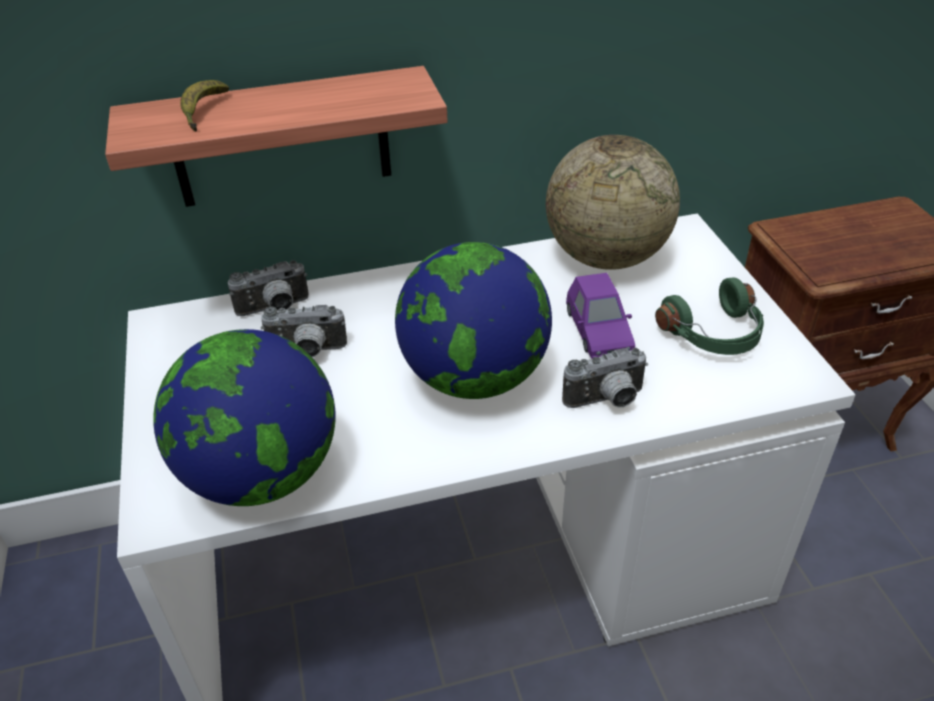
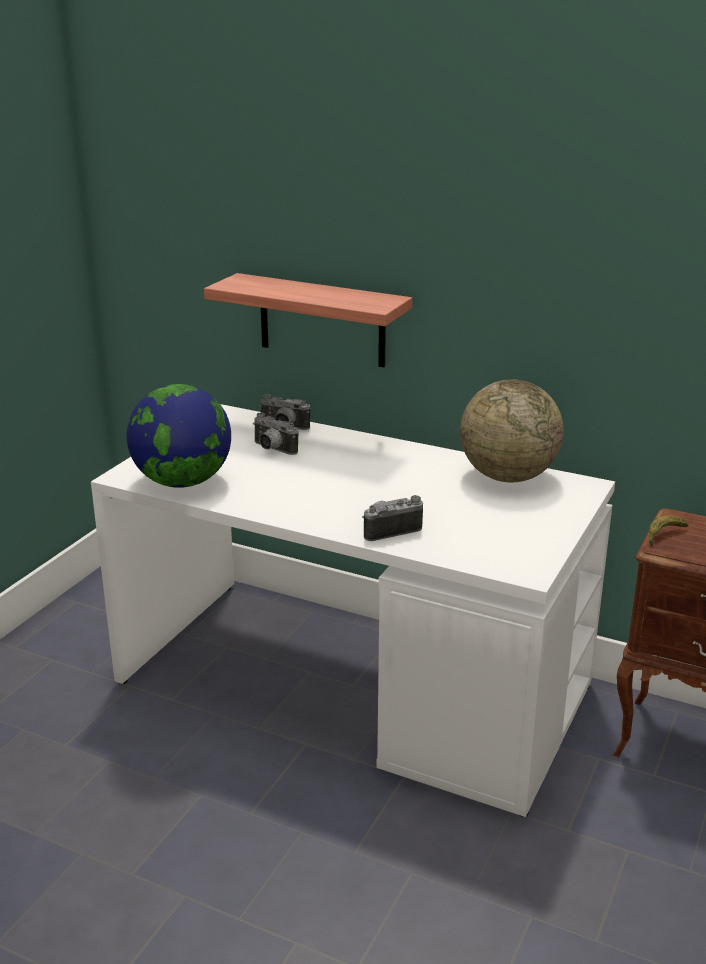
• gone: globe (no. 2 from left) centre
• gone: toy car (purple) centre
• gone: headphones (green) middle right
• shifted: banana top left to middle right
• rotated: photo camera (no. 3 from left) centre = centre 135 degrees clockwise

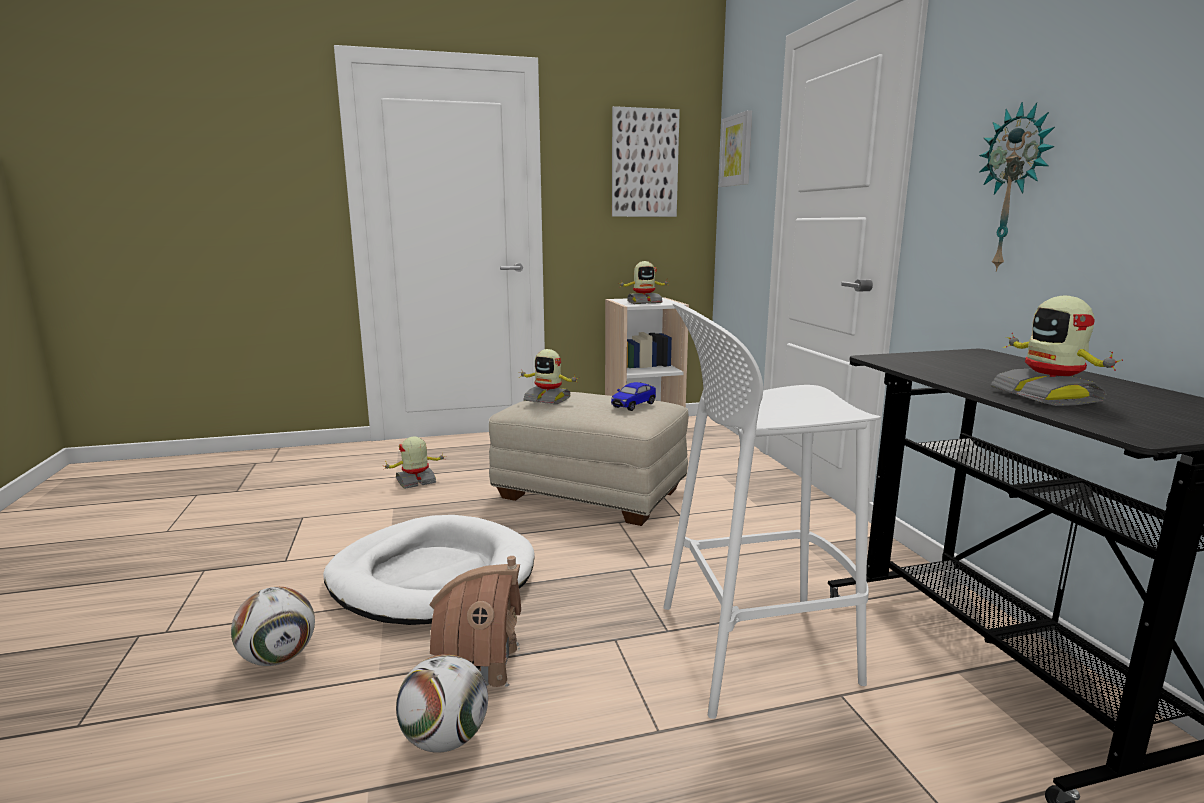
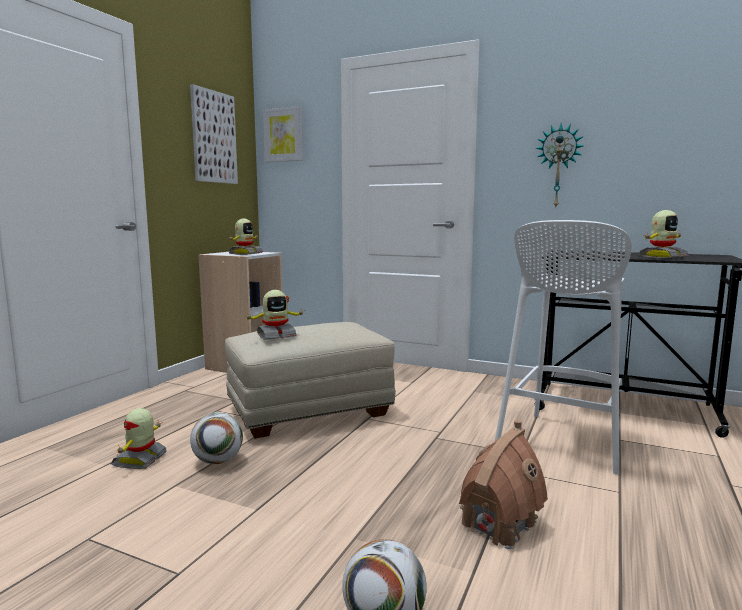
• gone: dog bed (white) bottom centre
• gone: toy car centre
• shifted: football (no. 2 from left in the first image) bottom centre to football (no. 1 from left) bottom left
• rotated: toy robot (no. 4 from left) middle right = middle right 60 degrees counterclockwise

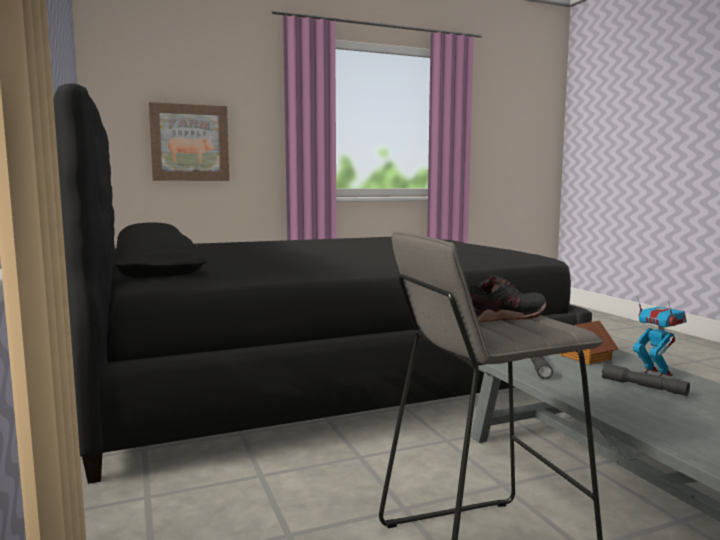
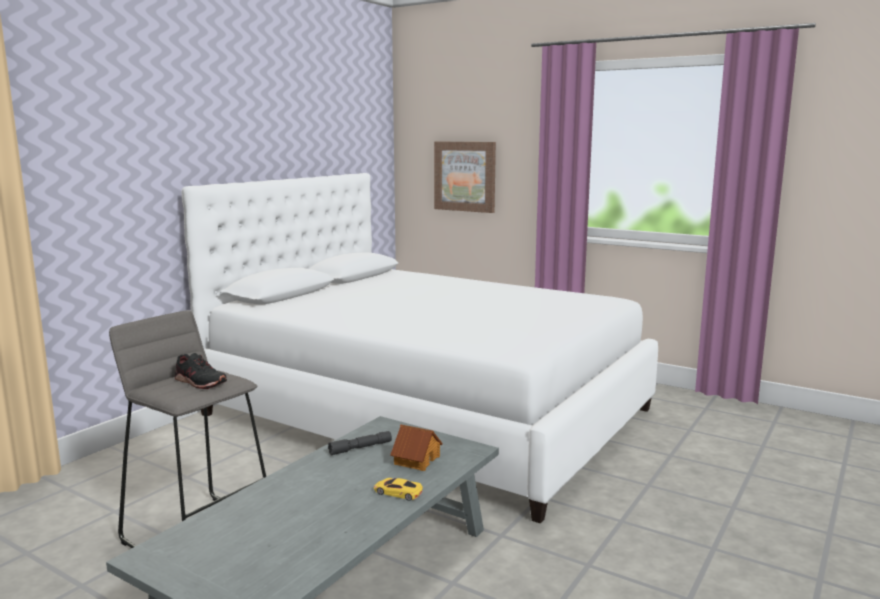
• gone: flashlight (grey) (no. 2 from left) bottom right
• swapped: toy robot middle right to toy car (yellow) bottom centre
• repainted: bed (black) centre to bed (white) centre

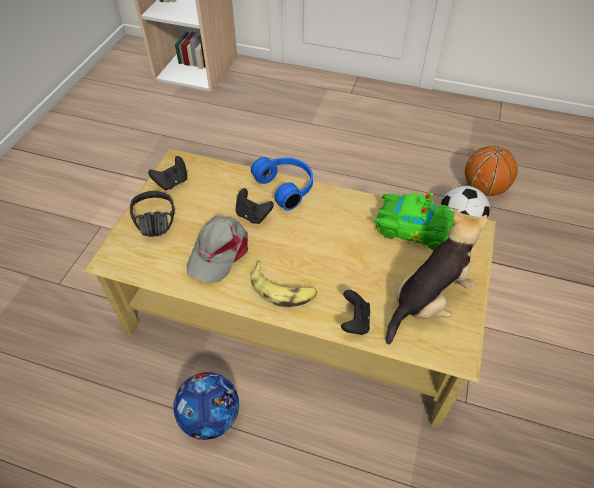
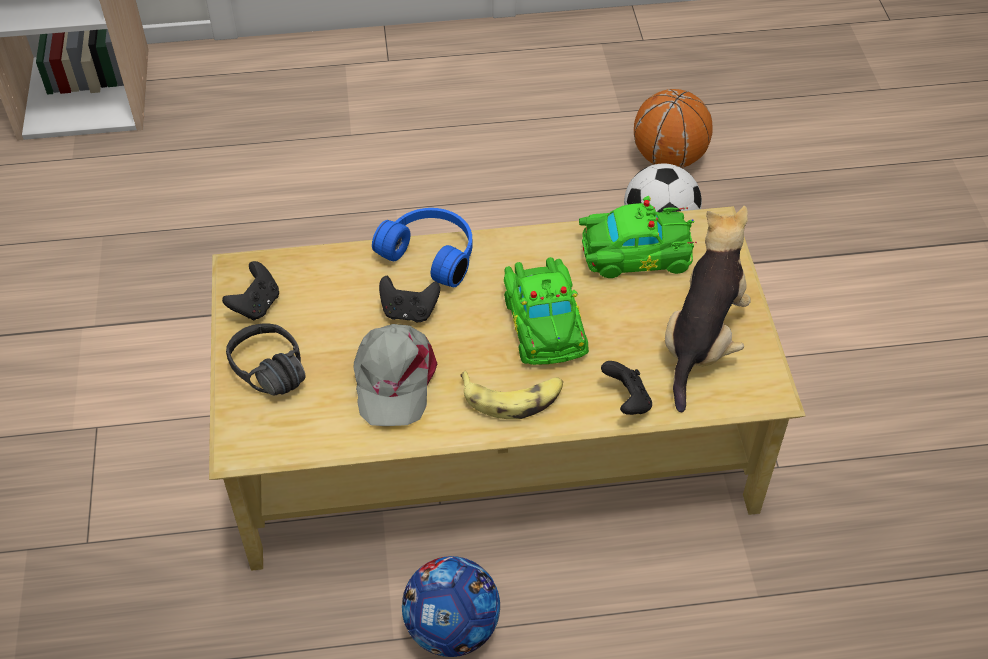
• new: toy car (green) (no. 1 from left) centre

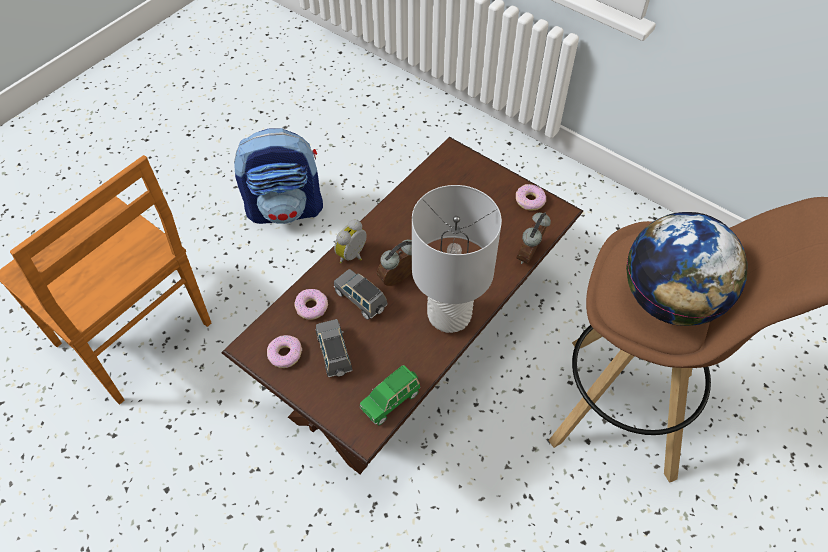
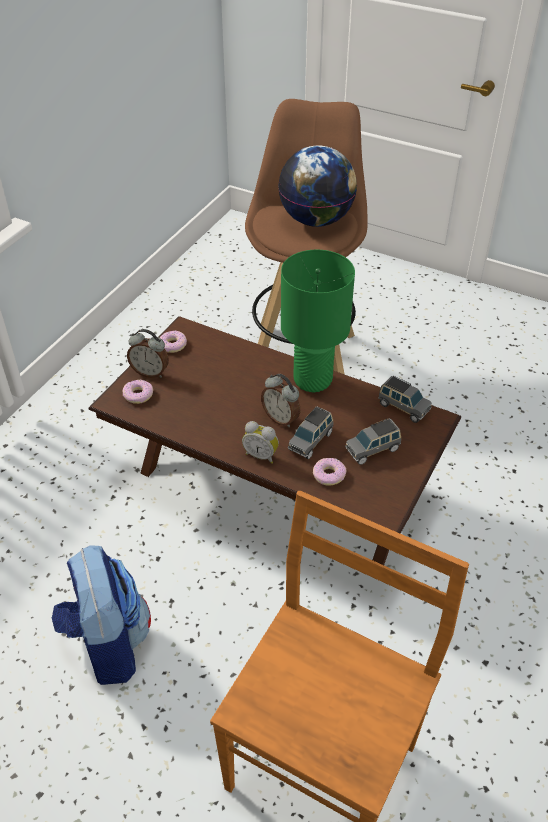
• shifted: donut (no. 1 from left) centre to middle left
• shifted: alarm clock (no. 3 from left in the first image) centre to alarm clock (no. 1 from left) middle left
• repainted: toy car (green) bottom centre to toy car (grey) (no. 3 from left) middle right
• repainted: table lamp (grey) centre to table lamp (green) centre

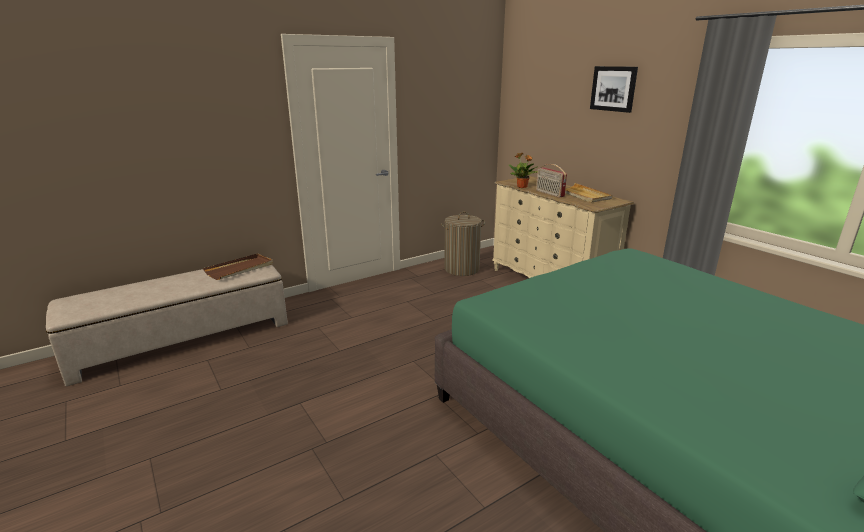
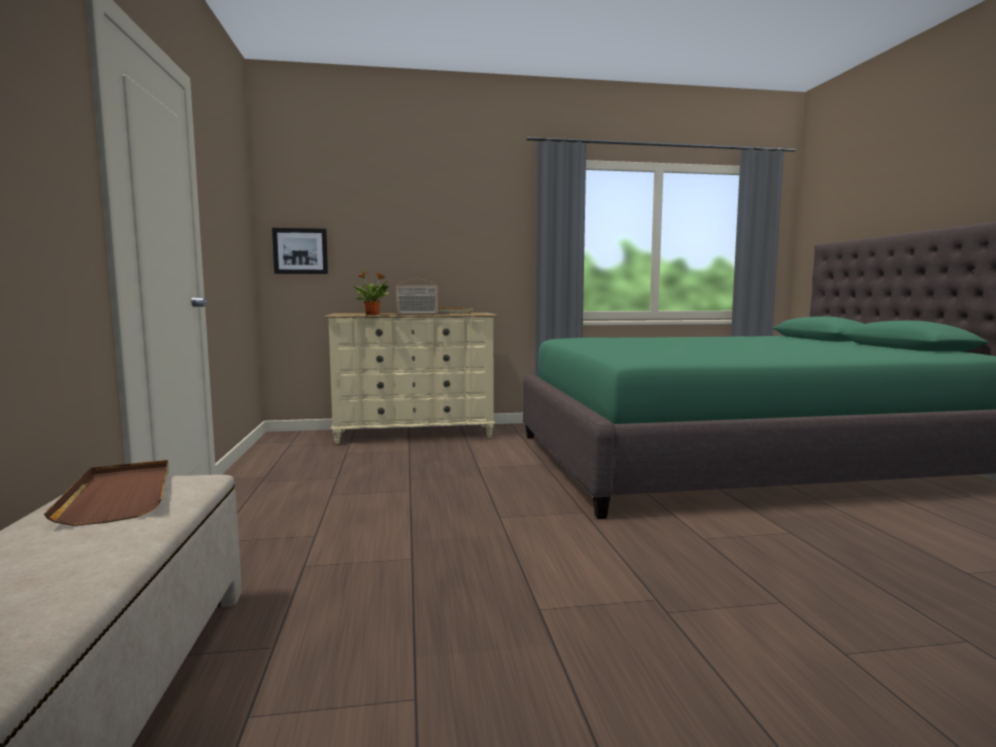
• gone: laundry basket centre
• shifted: picture top right to middle left

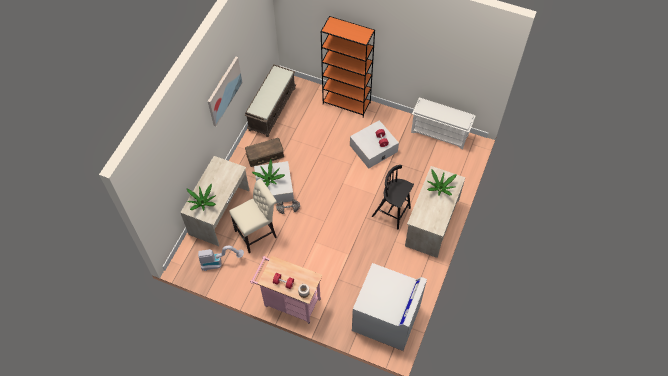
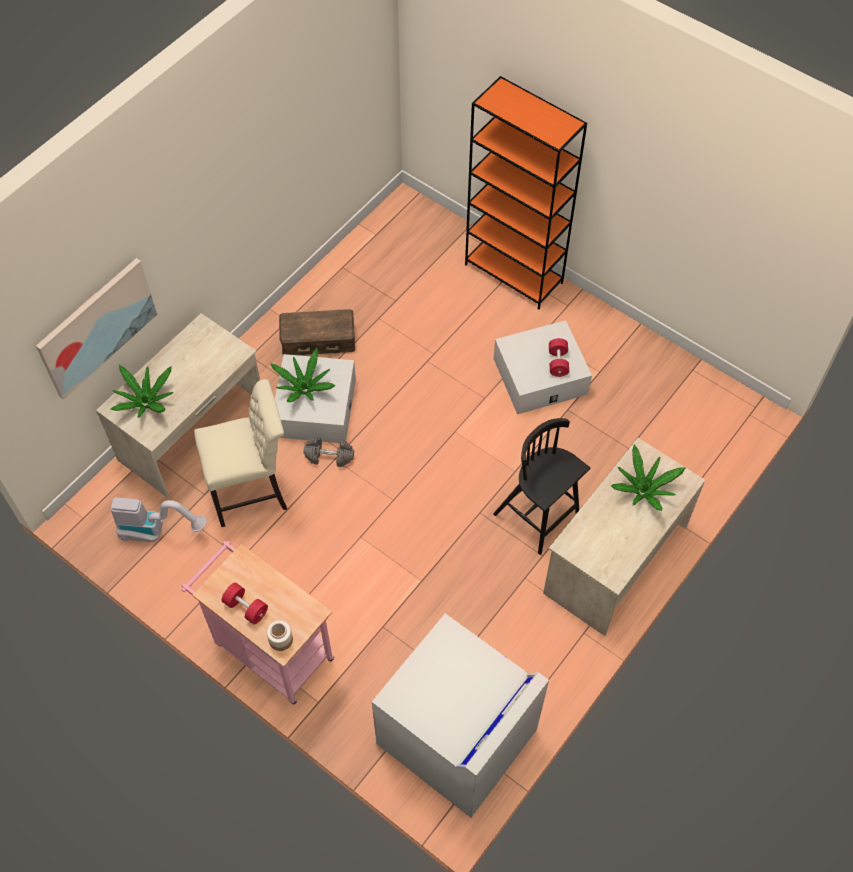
• gone: bench (brown) top centre
• gone: shoe rack (white) top centre
• shifted: picture top centre to middle left

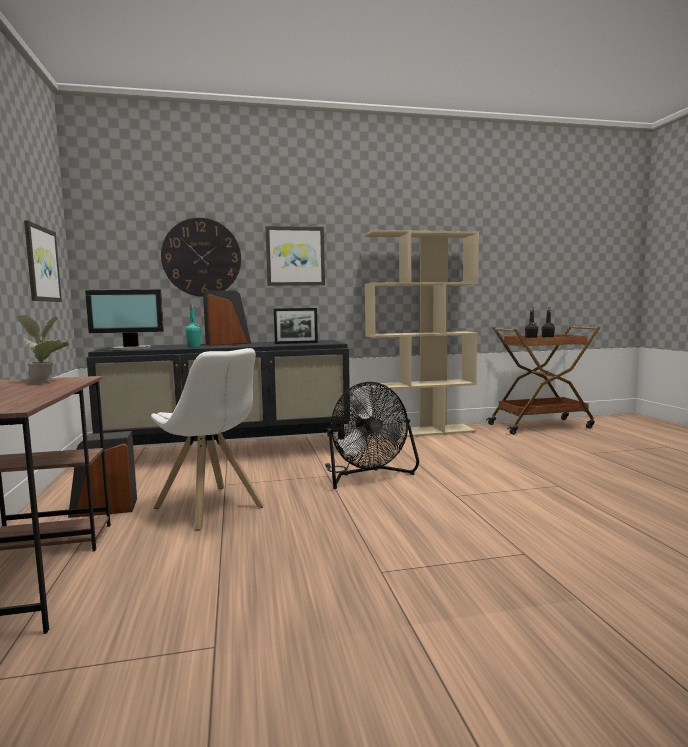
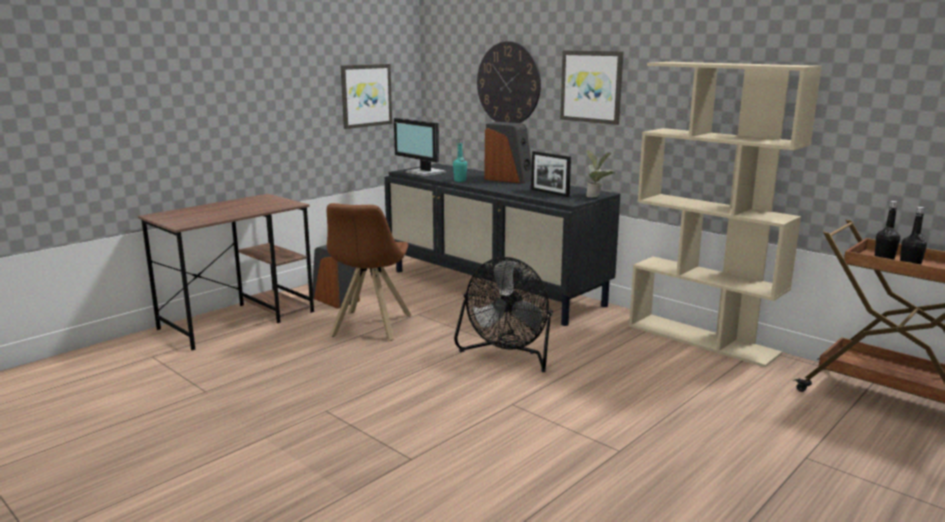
• shifted: potted plant middle left to centre
• repainted: chair (white) middle left to chair (brown) centre

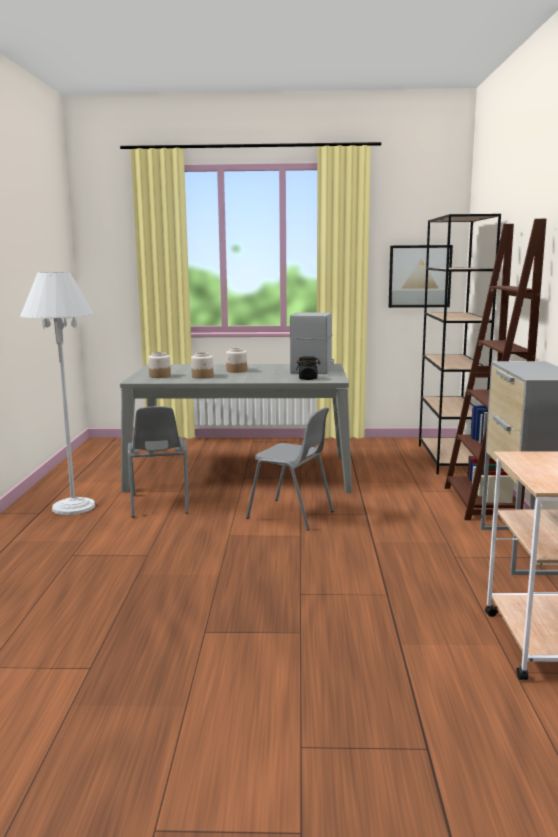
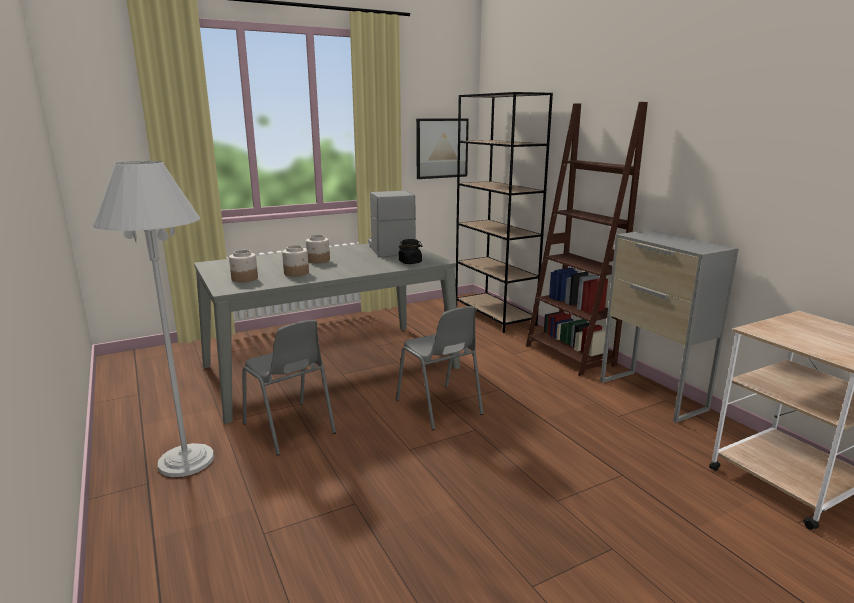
• rotated: chair (grey) (no. 2 from left) centre = centre 60 degrees clockwise

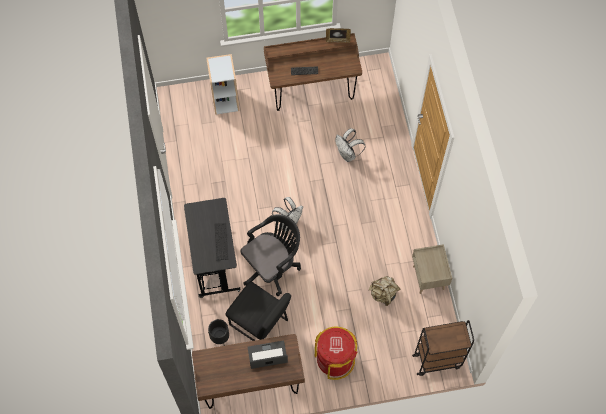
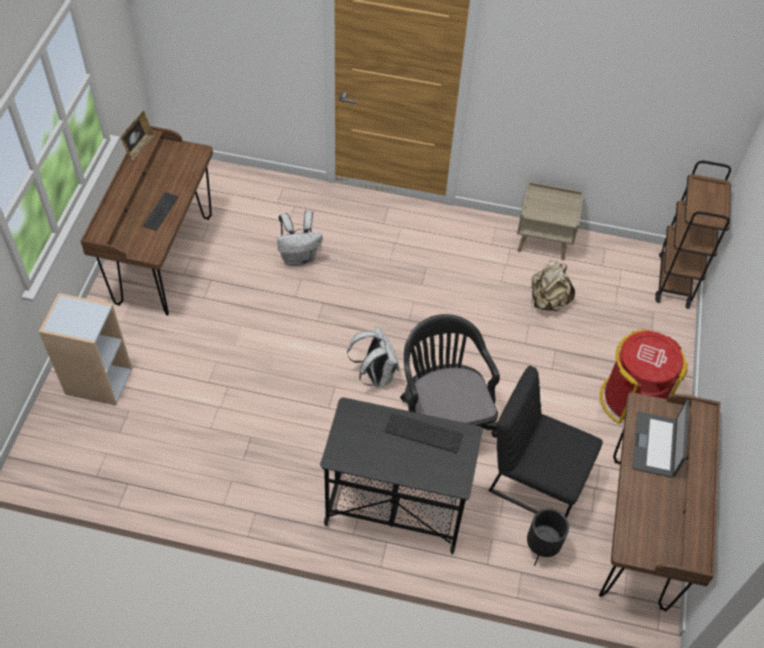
• rotated: chair (black) bottom centre = bottom right 120 degrees counterclockwise

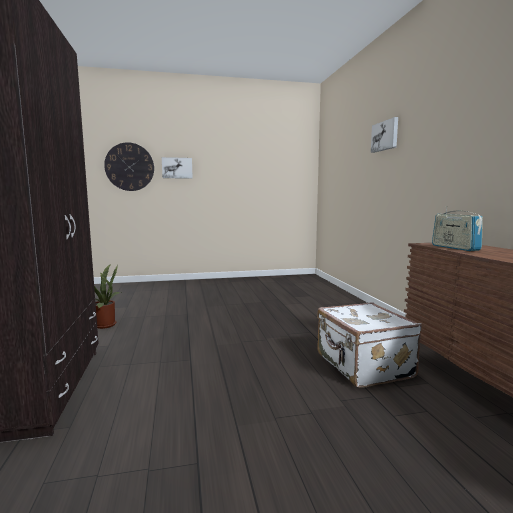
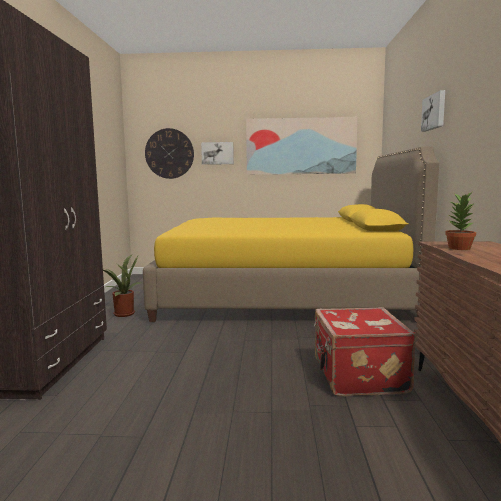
• new: bed (yellow) centre
• new: picture (no. 2 from left) top centre
• swapped: radio middle right to potted plant (no. 2 from left) middle right
• repainted: suitcase (white) bottom right to suitcase (red) bottom right

